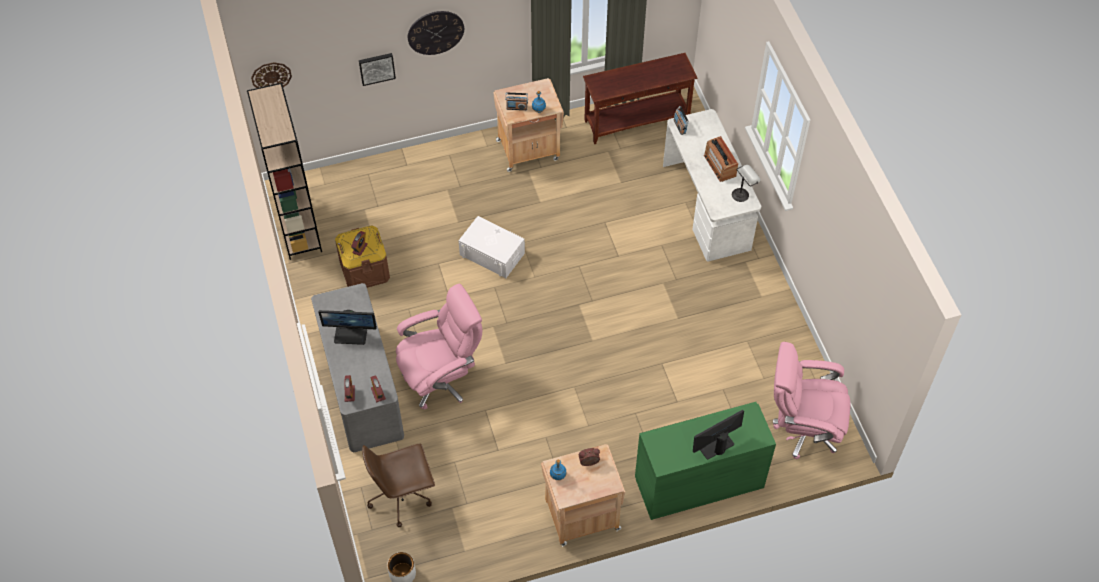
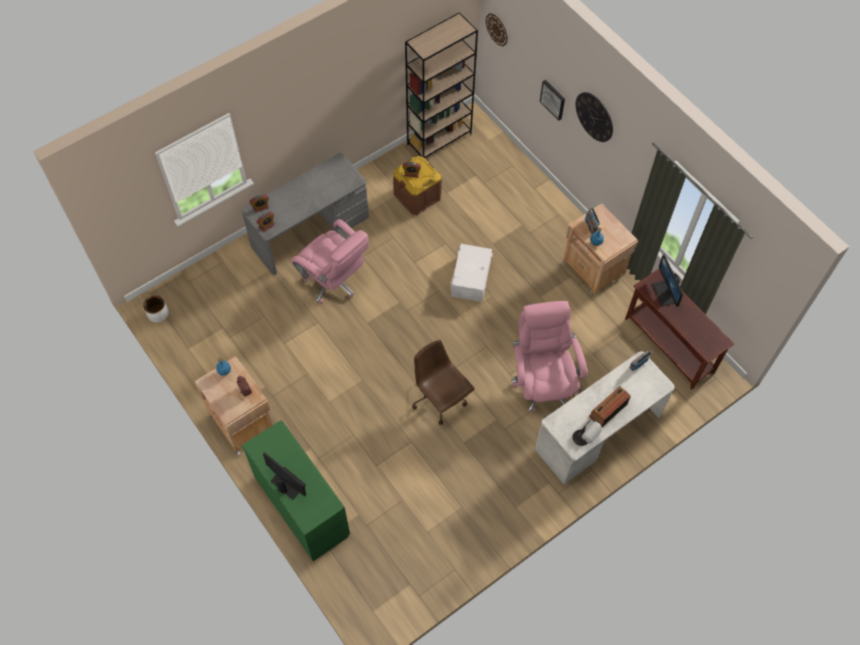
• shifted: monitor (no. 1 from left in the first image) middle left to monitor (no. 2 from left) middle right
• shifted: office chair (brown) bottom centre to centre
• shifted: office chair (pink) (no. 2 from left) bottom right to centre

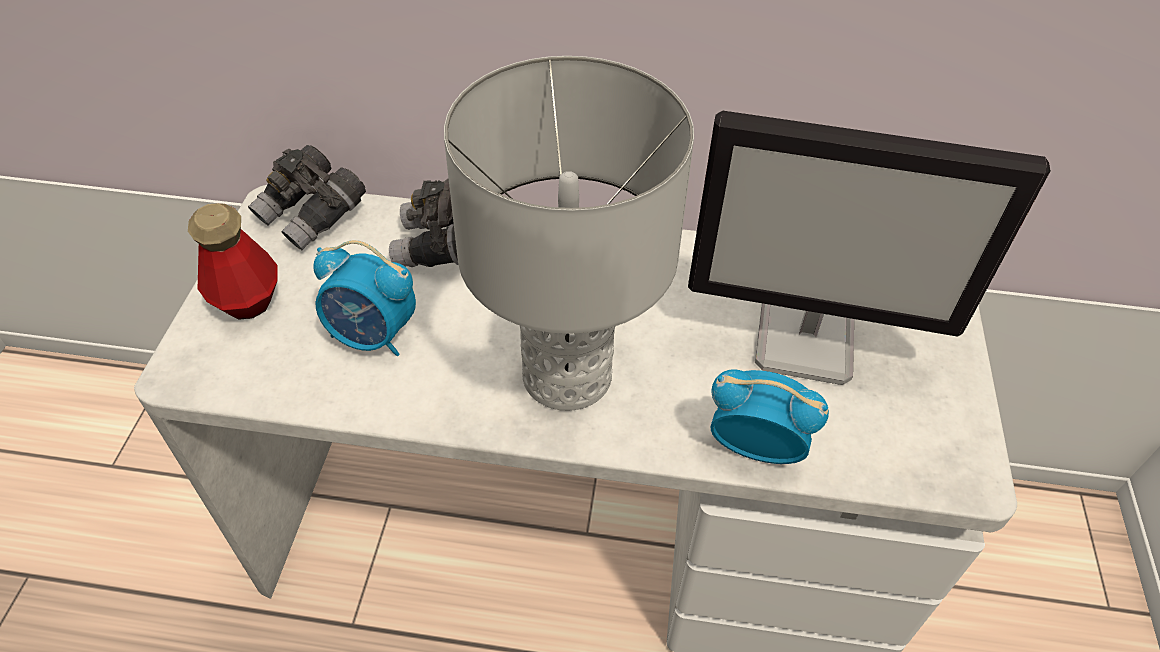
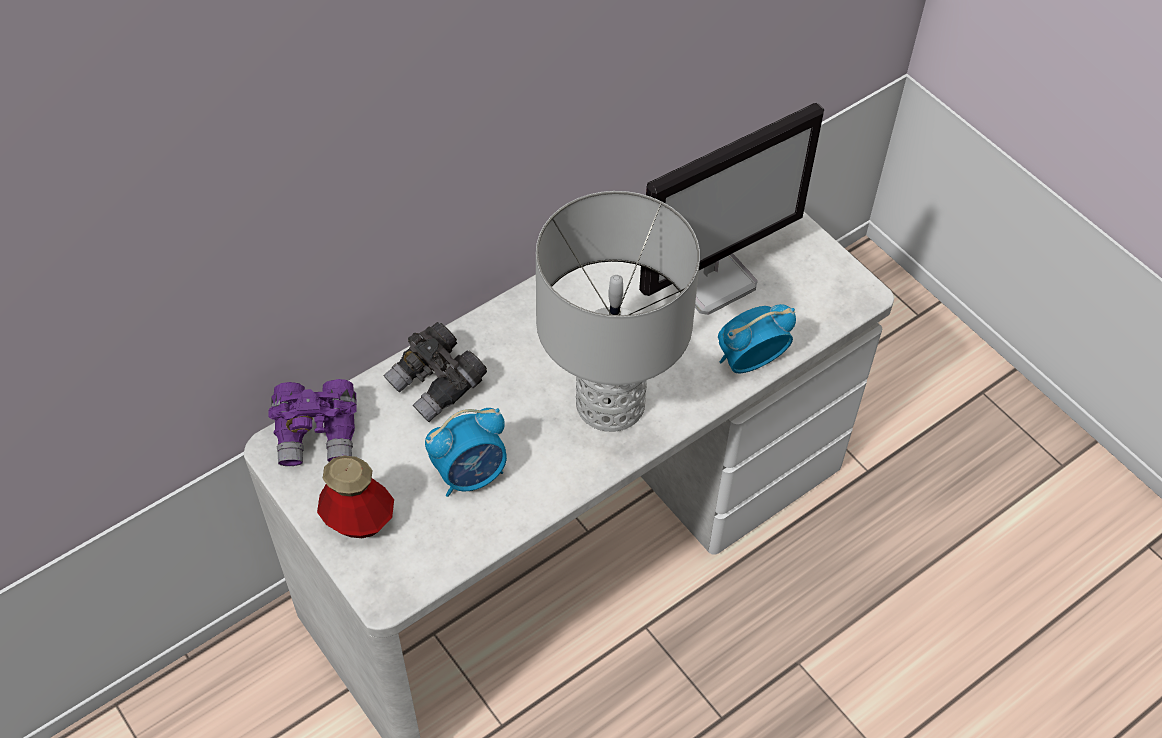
• repainted: binoculars (grey) (no. 1 from left) top left to binoculars (purple) middle left

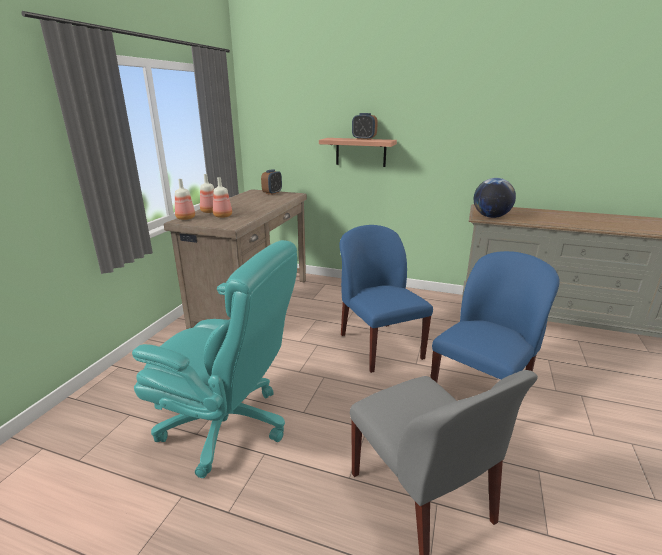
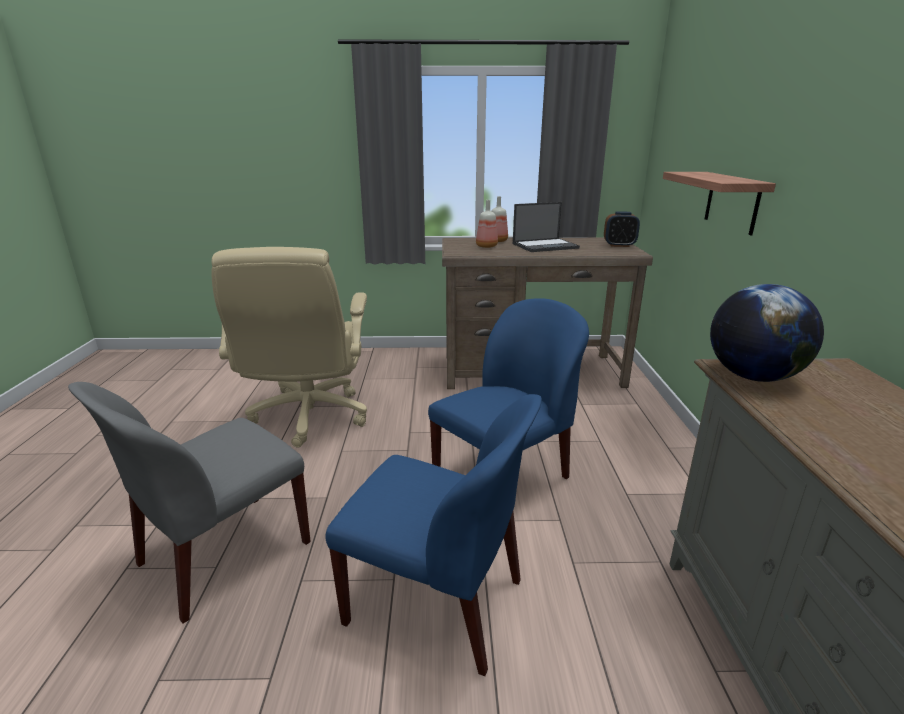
• gone: bottle (no. 1 from left) middle left
• gone: alarm clock (no. 2 from left) top centre
• new: laptop top centre
• repainted: office chair (turquoise) middle left to office chair (beige) middle left

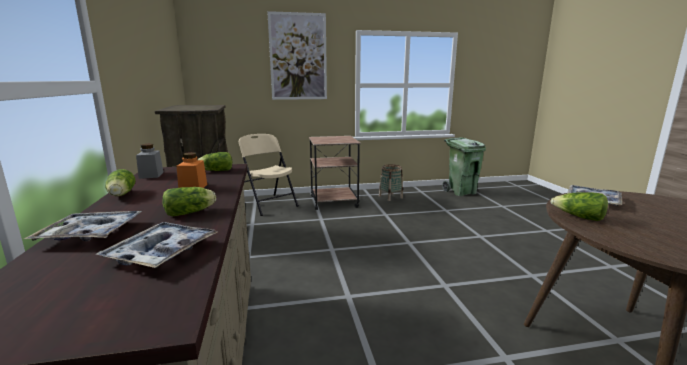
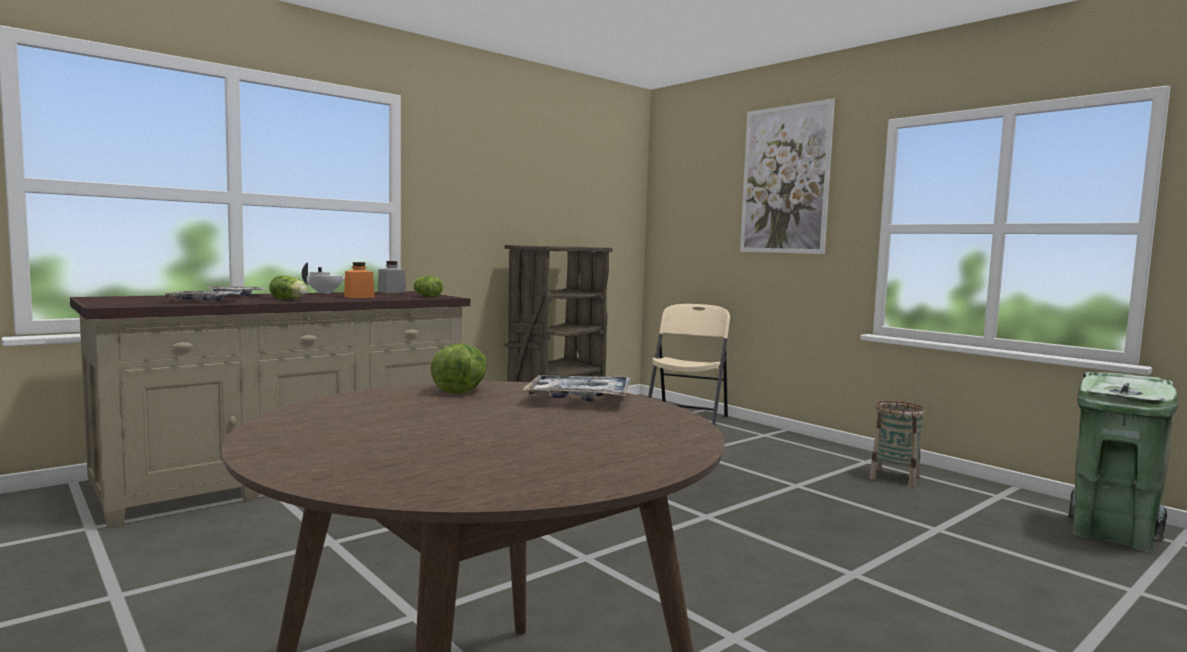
• gone: cart (brown) centre
• swapped: lettuce (no. 1 from left) middle left to teapot (white) middle left

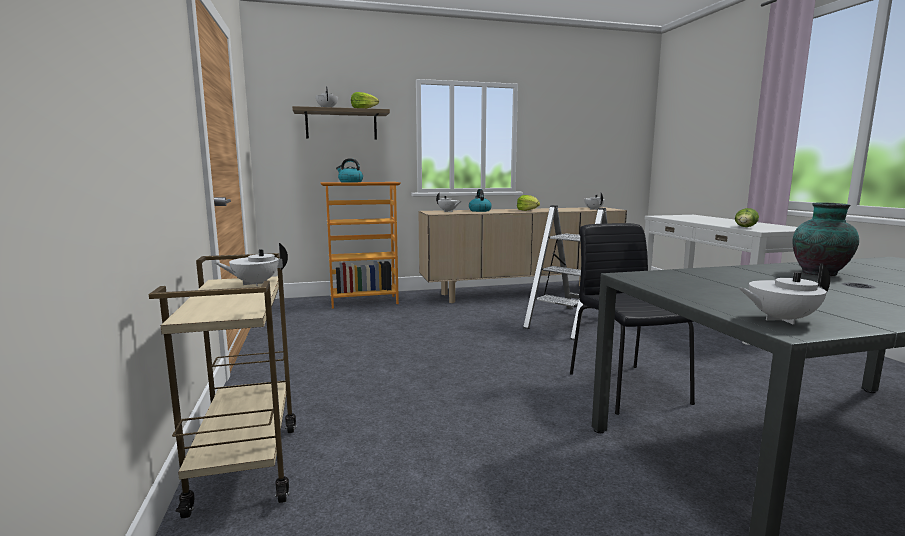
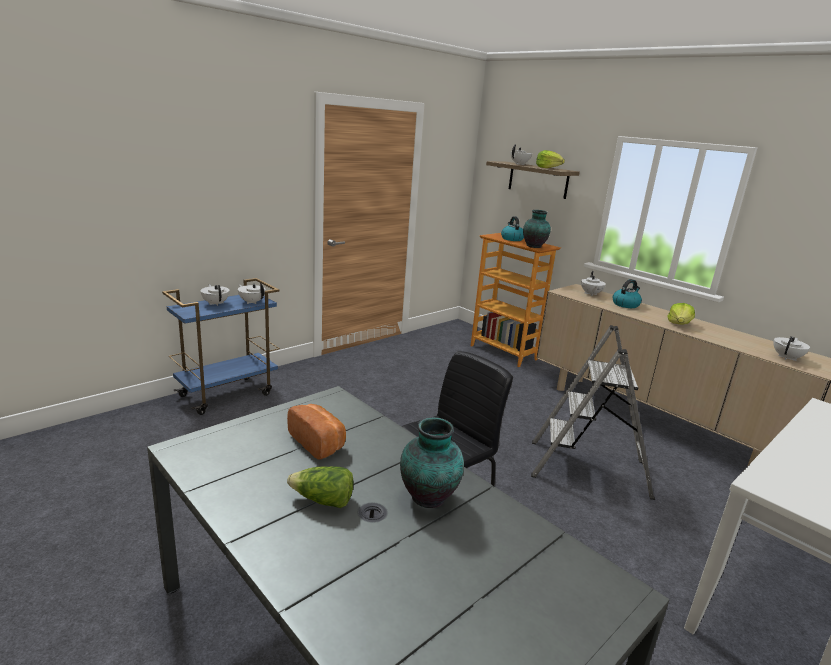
• new: bread centre
• new: vase (no. 2 from left) centre
• shifted: lettuce (no. 3 from left in the first image) middle right to lettuce (no. 1 from left) bottom centre
• shifted: teapot (white) (no. 5 from left in the first image) middle right to teapot (white) (no. 1 from left) middle left
• repainted: cart (beige) bottom left to cart (blue) middle left

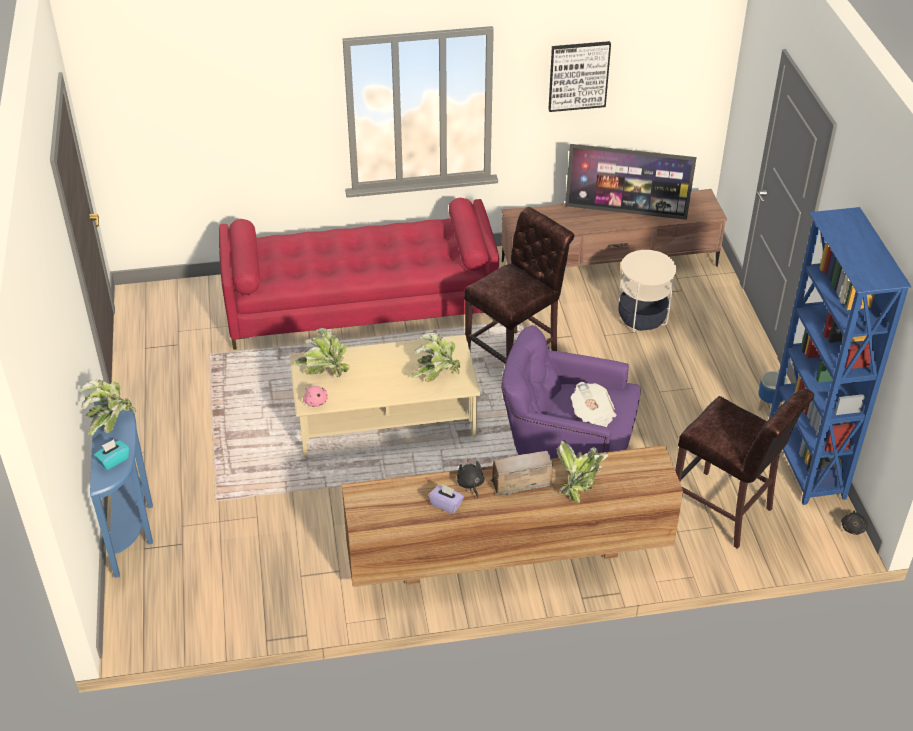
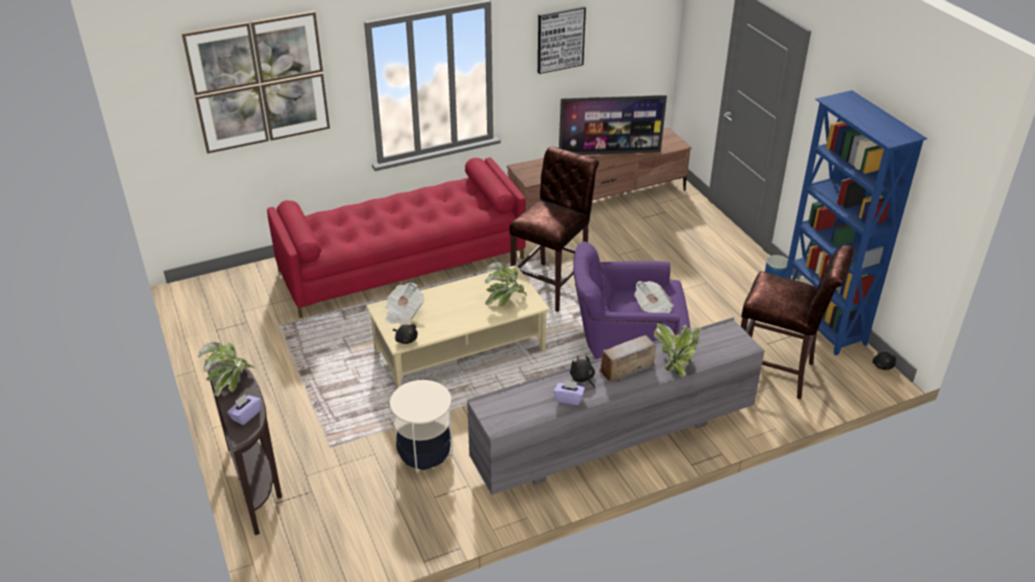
• new: picture (no. 1 from left) top left
• shifted: side table (beige) middle right to bottom centre
• swapped: potted plant (no. 2 from left) centre to newspaper (no. 1 from left) centre
• repainted: console table (blue) bottom left to console table (brown) bottom left
• repainted: tissue box (turquoise) middle left to tissue box (purple) (no. 1 from left) bottom left
• repainted: plush toy (pink) centre to plush toy (black) (no. 1 from left) centre
• repainted: cabinet (brown) bottom centre to cabinet (grey) bottom centre

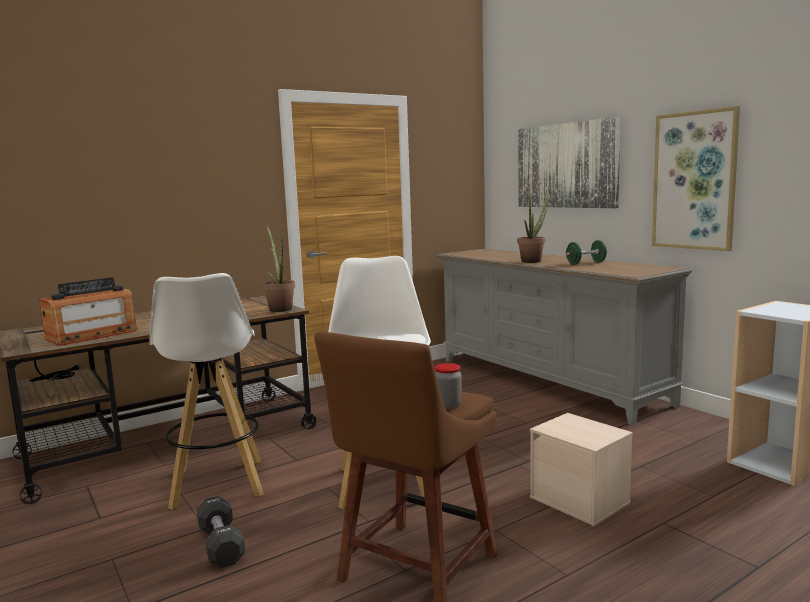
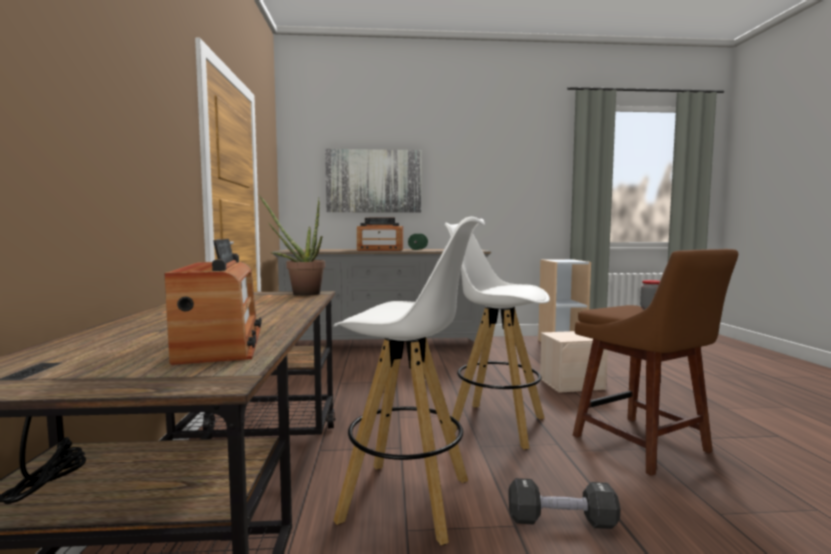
• gone: picture (no. 2 from left) top right
• swapped: potted plant (no. 2 from left) centre to radio (no. 2 from left) centre

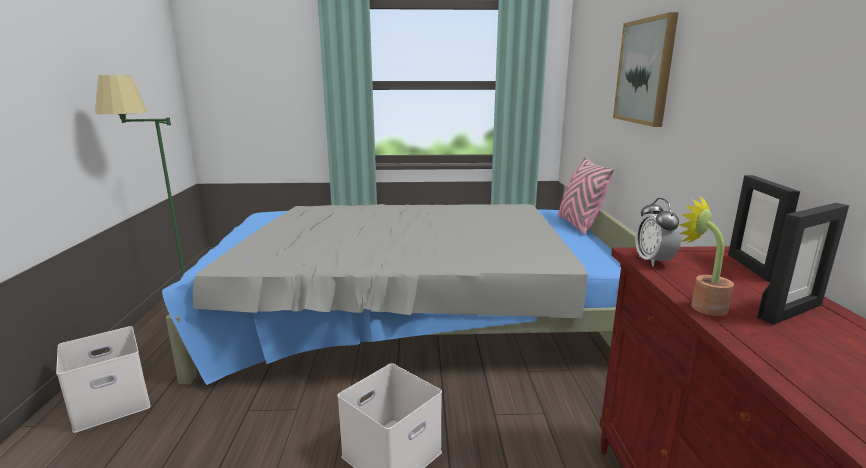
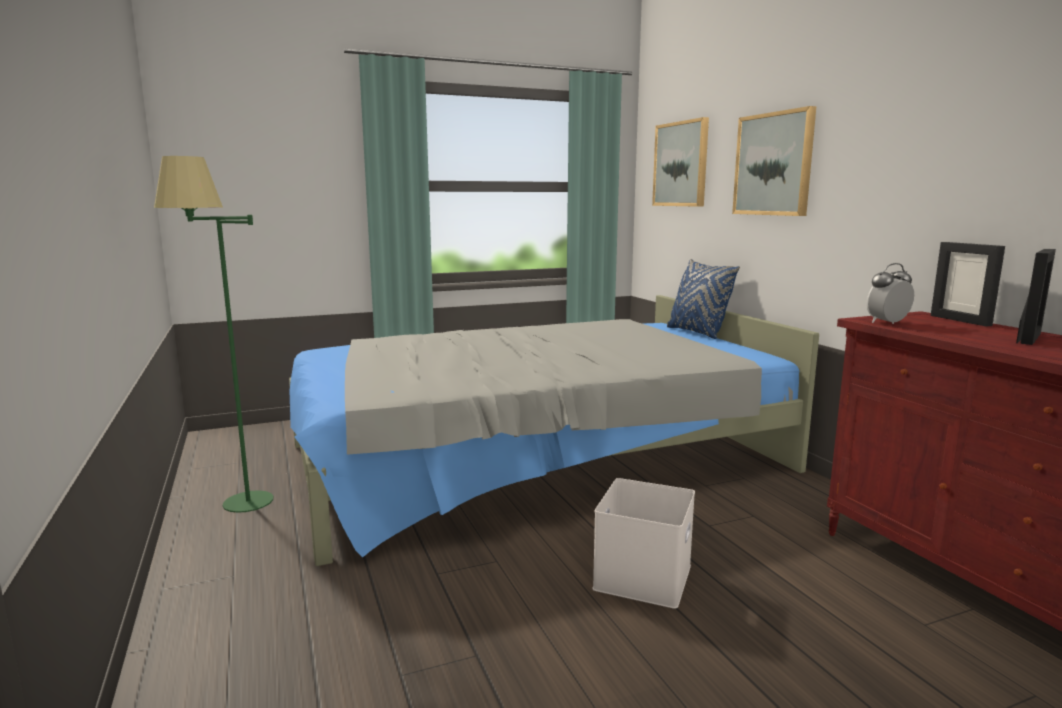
• gone: storage box (white) (no. 1 from left) bottom left
• gone: potted plant middle right
• new: picture (no. 1 from left) top centre
• repainted: pillow (pink) middle right to pillow (blue) centre
• rotated: alarm clock middle right = middle right 90 degrees clockwise

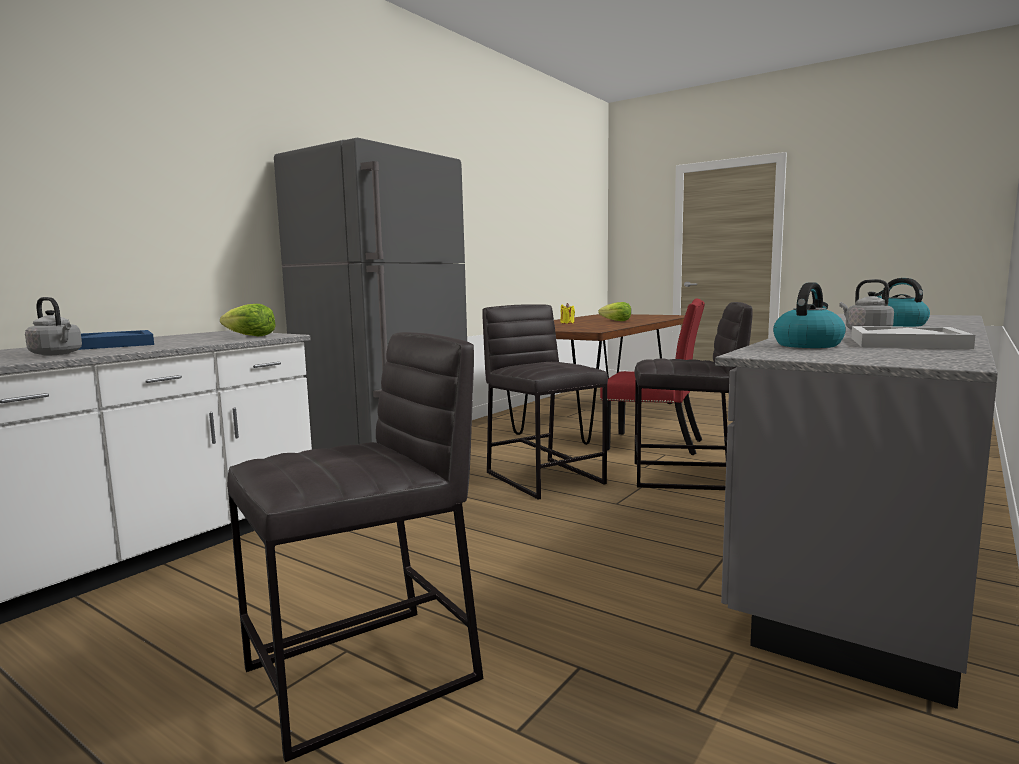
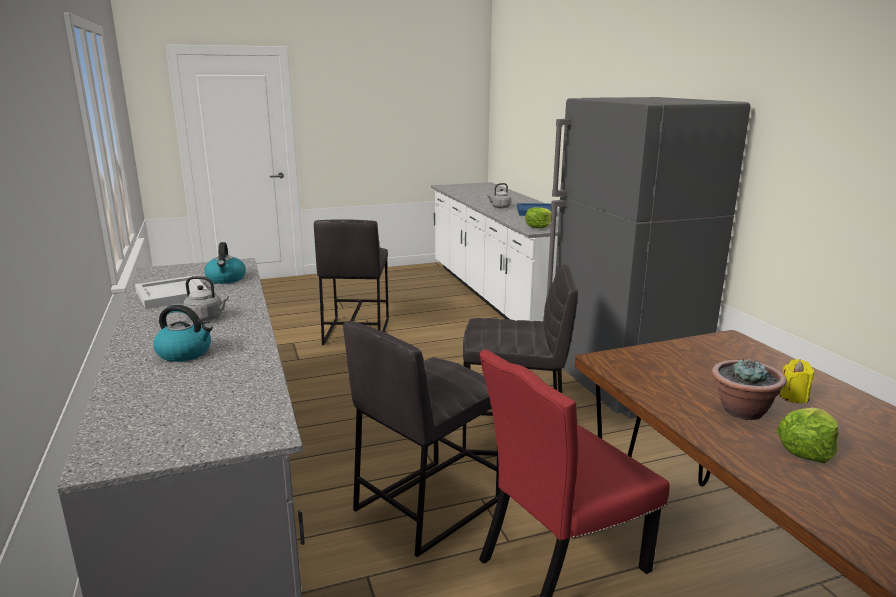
• new: potted plant middle right

